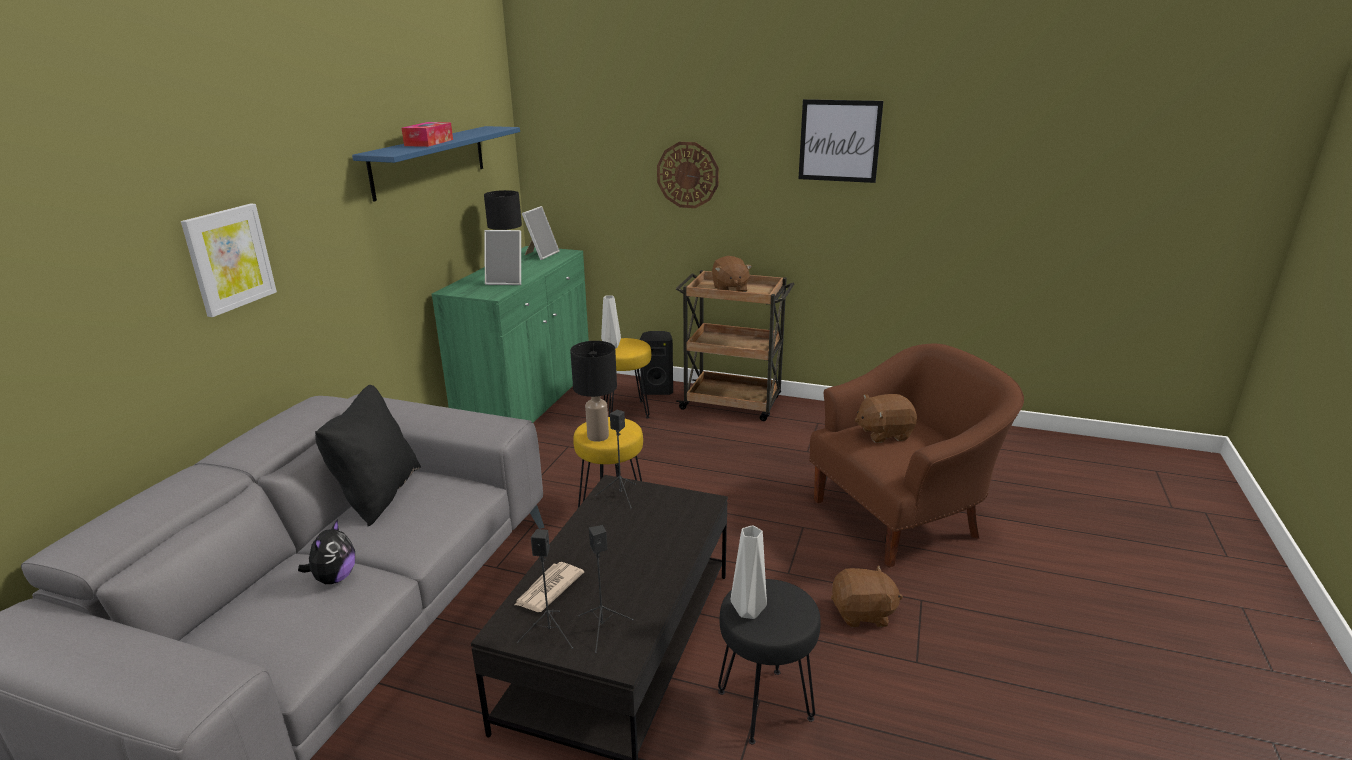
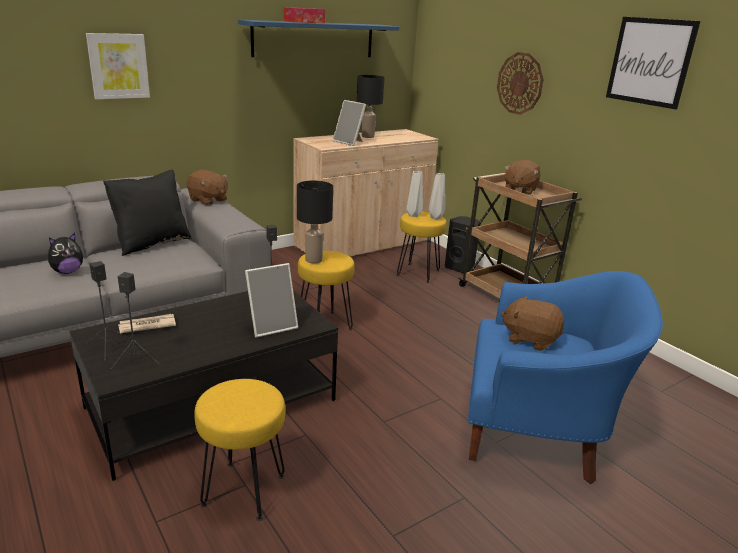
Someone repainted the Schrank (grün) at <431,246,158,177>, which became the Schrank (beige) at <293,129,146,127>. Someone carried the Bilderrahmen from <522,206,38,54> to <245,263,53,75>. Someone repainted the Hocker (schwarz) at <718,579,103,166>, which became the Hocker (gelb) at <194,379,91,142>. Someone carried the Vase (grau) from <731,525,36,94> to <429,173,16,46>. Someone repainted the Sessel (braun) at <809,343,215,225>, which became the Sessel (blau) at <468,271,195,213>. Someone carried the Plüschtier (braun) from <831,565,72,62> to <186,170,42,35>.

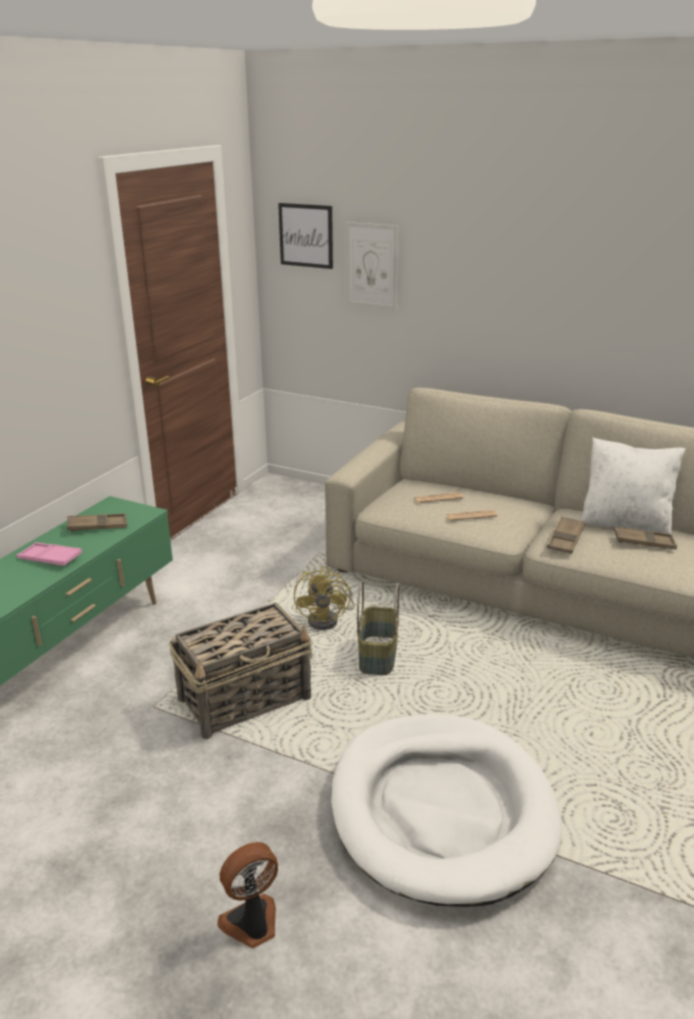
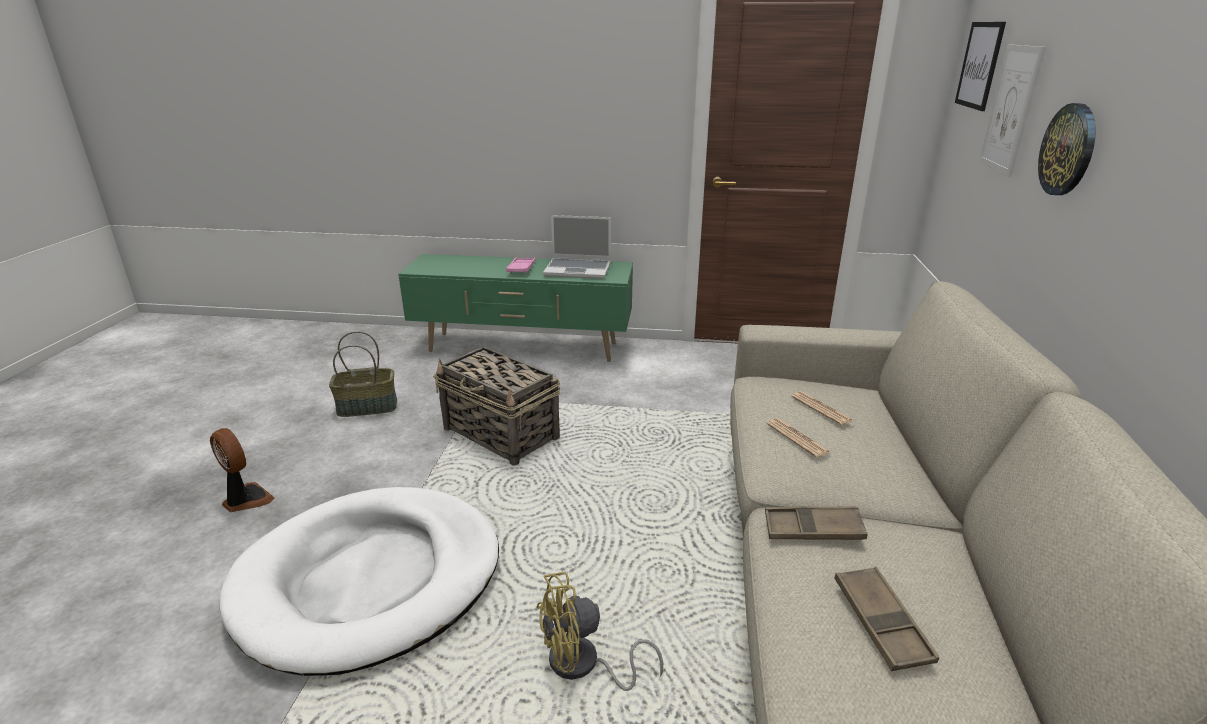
Someone swapped the Tablett (braun) at <67,514,60,18> for the Laptop at <543,215,68,64>. Someone carried the Ventilator (gelb) from <294,567,61,63> to <536,572,127,119>. Someone carried the Korb from <357,581,42,94> to <329,331,68,86>. Someone took away the Kissen (weiß) at <580,437,105,97>. Someone put up the Wanduhr at <1038,103,58,92>.

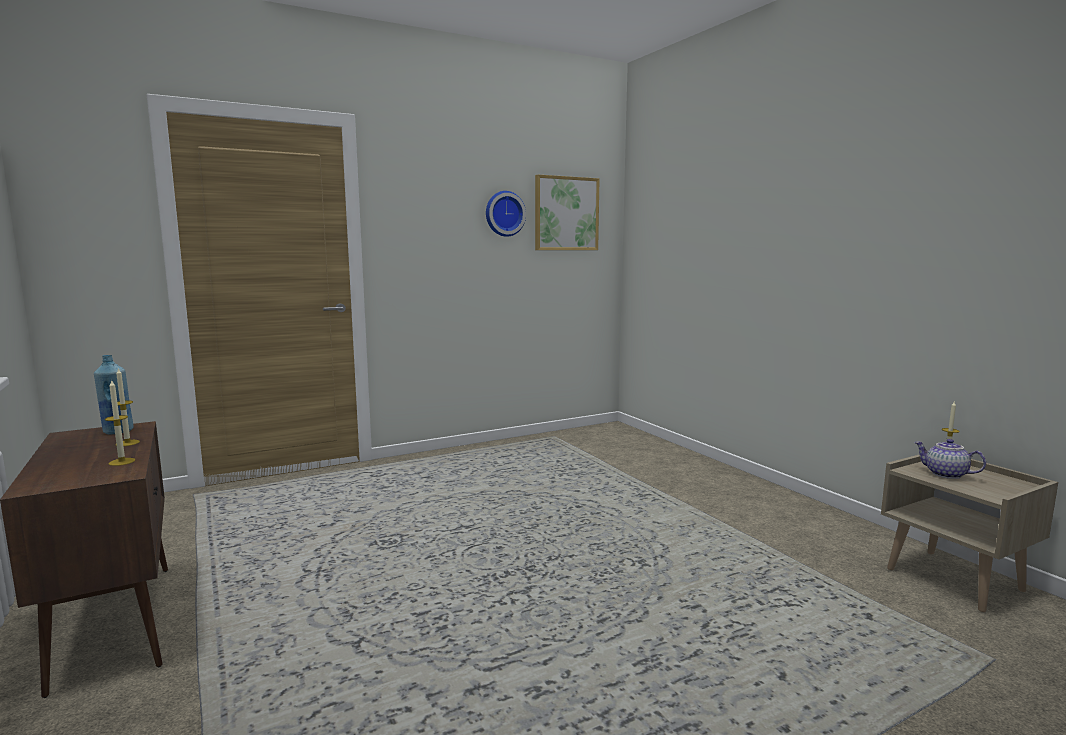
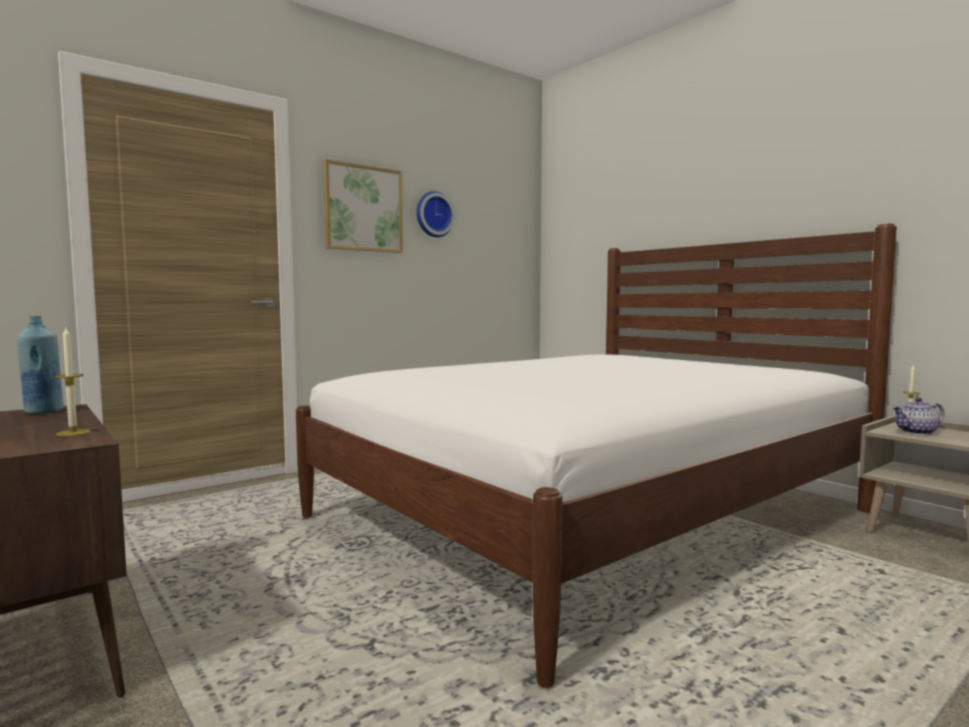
Someone took away the Kerze at <116,368,24,78>. Someone carried the Bild from <535,175,65,75> to <323,159,80,94>. Someone rotated the Teekanne at <914,439,72,40> by 45 degrees counterclockwise. Someone put down the Bett (weiß) at <296,223,601,465>.

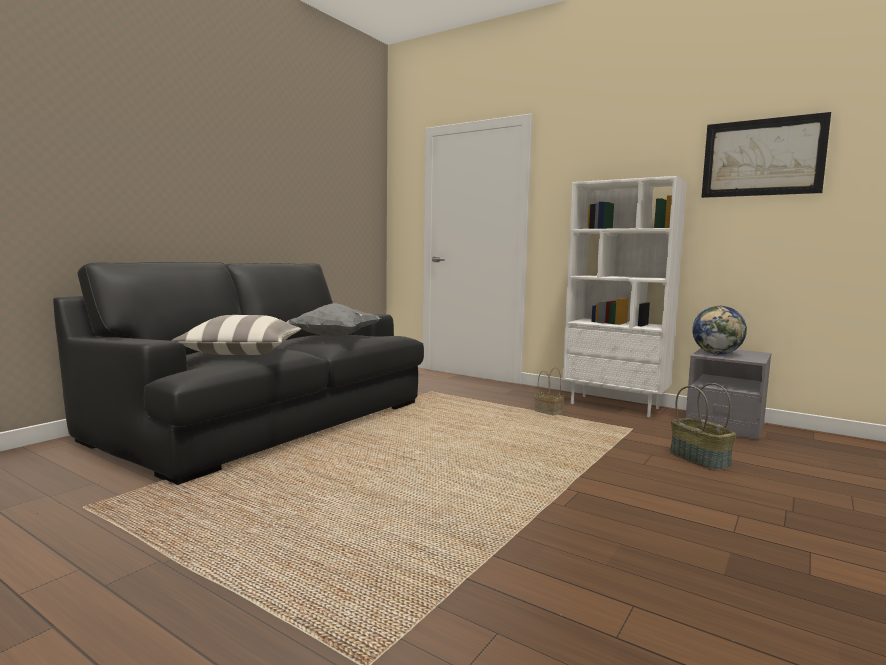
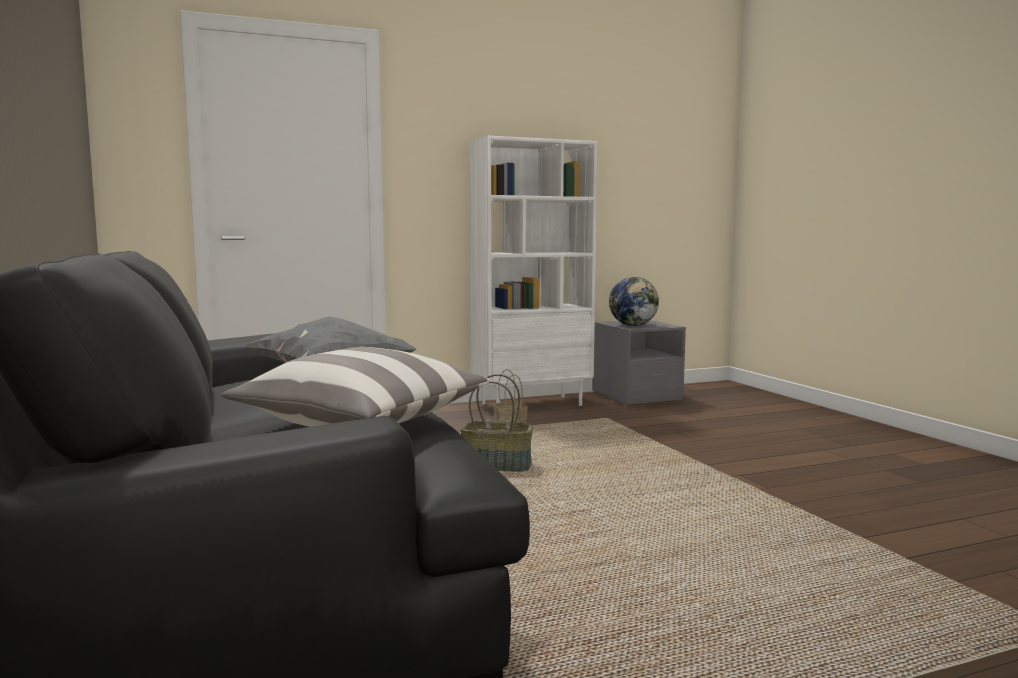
Someone carried the Korb from <670,383,66,88> to <460,374,73,98>. Someone took away the Bild at <702,112,129,86>.

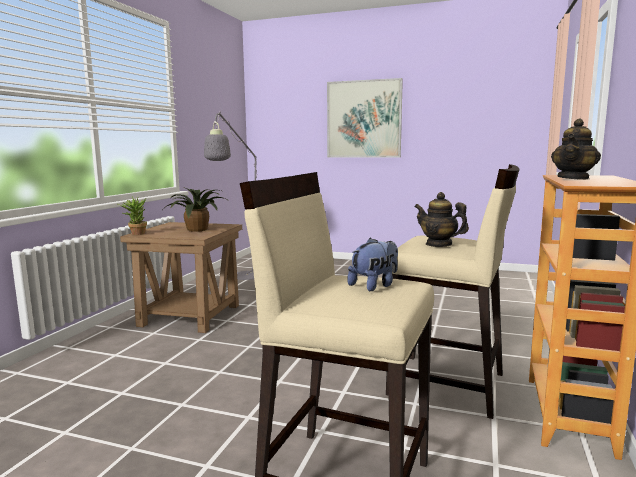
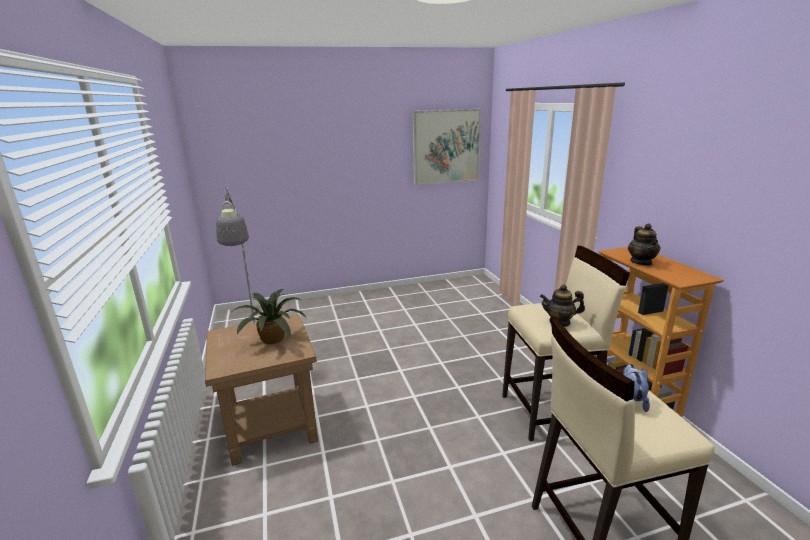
Someone took away the Topfpflanze at <118,196,29,39>. Someone carried the Bild from <327,78,76,79> to <412,109,70,76>.

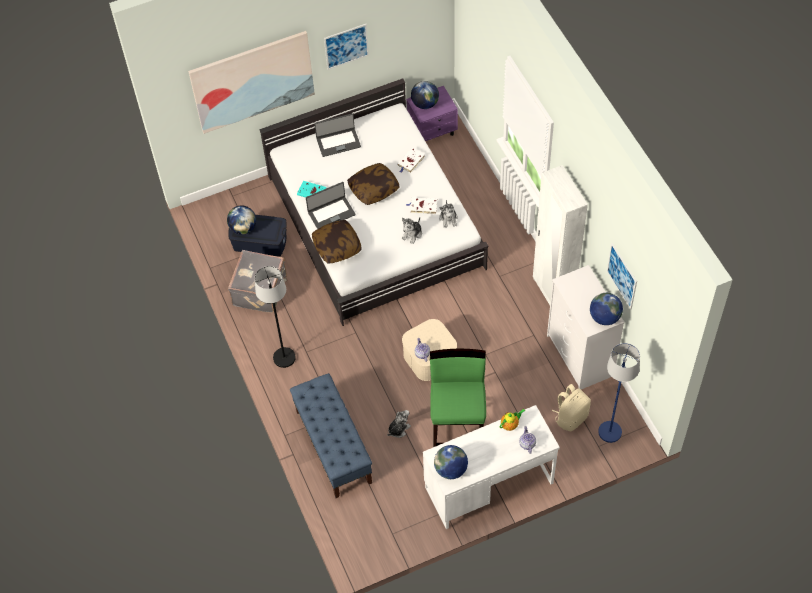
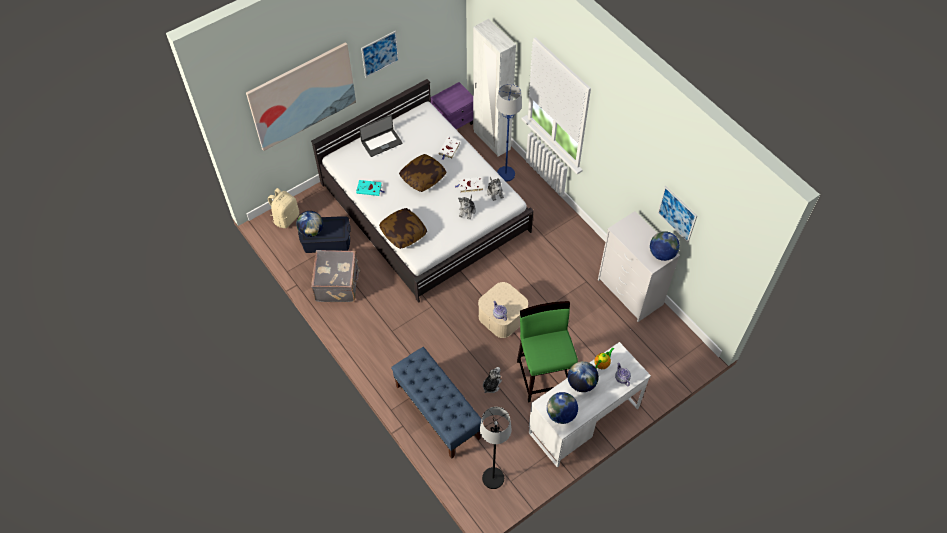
Someone carried the Stehlampe (schwarz) from <255,266,41,102> to <480,407,32,82>. Someone took away the Laptop at <306,182,50,47>. Someone carried the Globus from <411,81,28,28> to <568,361,31,31>. Someone carried the Kleiderschrank (weiß) from <533,165,55,140> to <473,19,43,138>. Someone carried the Rucksack (beige) from <552,384,39,47> to <268,188,31,40>. Someone carried the Stehlampe (blau) from <598,343,42,100> to <496,84,26,98>.

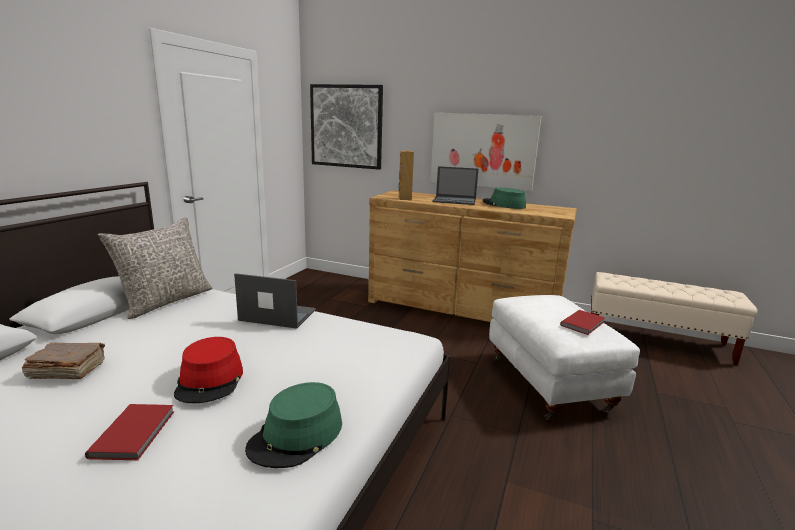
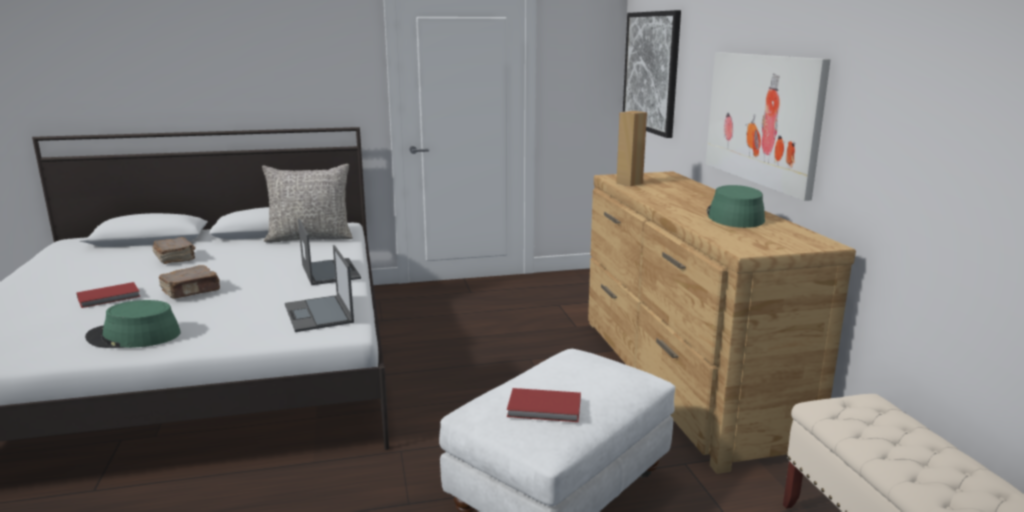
Someone swapped the Hut (rot) at <174,337,69,66> for the Buch (braun) at <159,265,61,34>. Someone carried the Laptop from <433,166,45,39> to <285,245,69,87>.

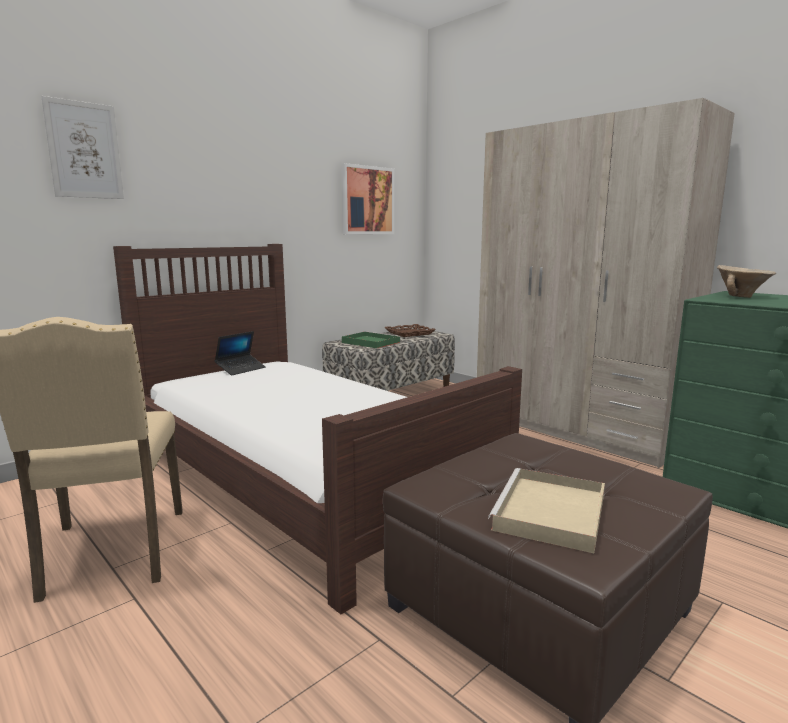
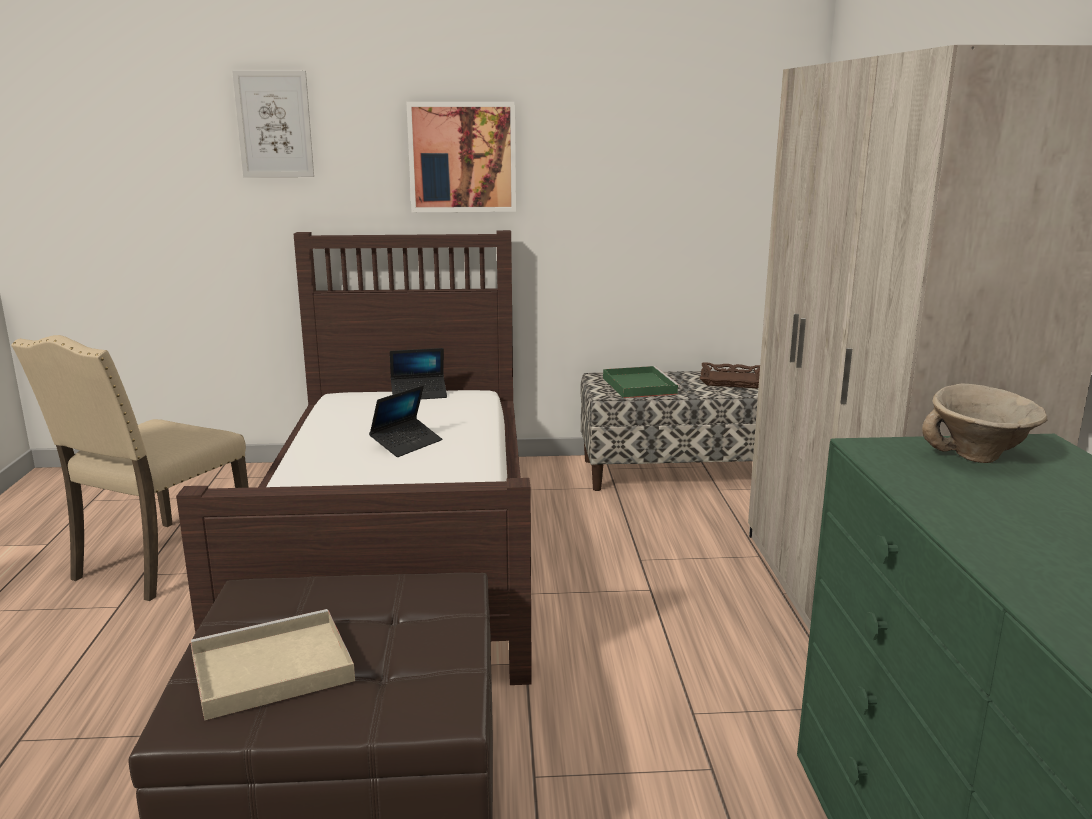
Someone carried the Bild from <341,163,54,71> to <406,102,110,110>. Someone put down the Laptop at <369,385,73,72>.

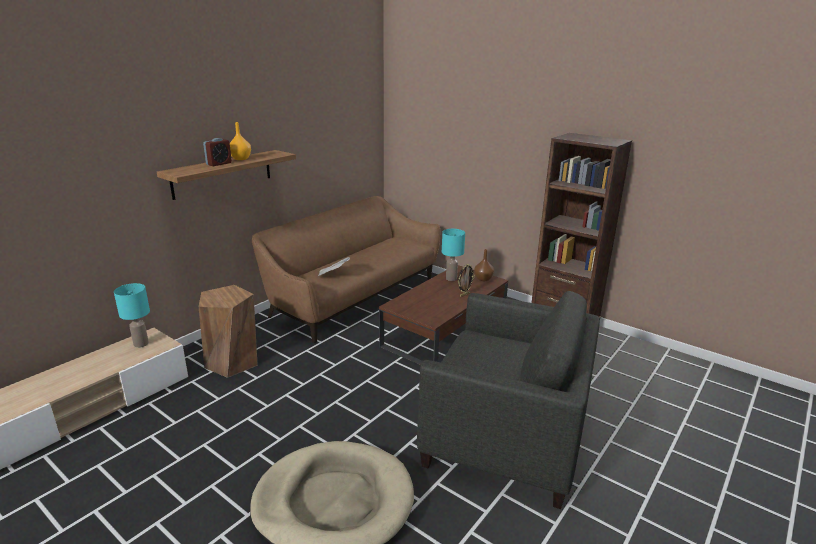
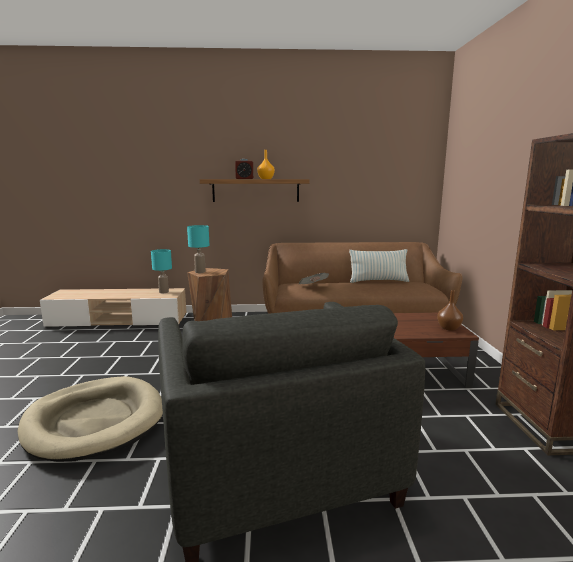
Someone carried the Tischlampe (türkis) from <442,229,23,52> to <187,225,22,48>. Someone took away the Bilderrahmen at <458,264,16,33>. Someone put down the Kissen at <349,249,60,34>.

